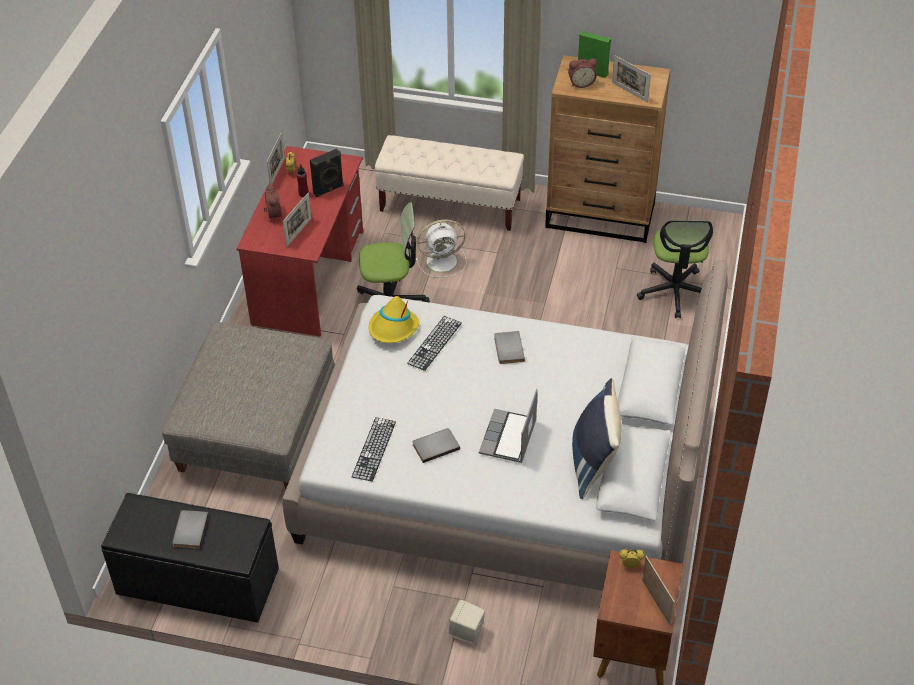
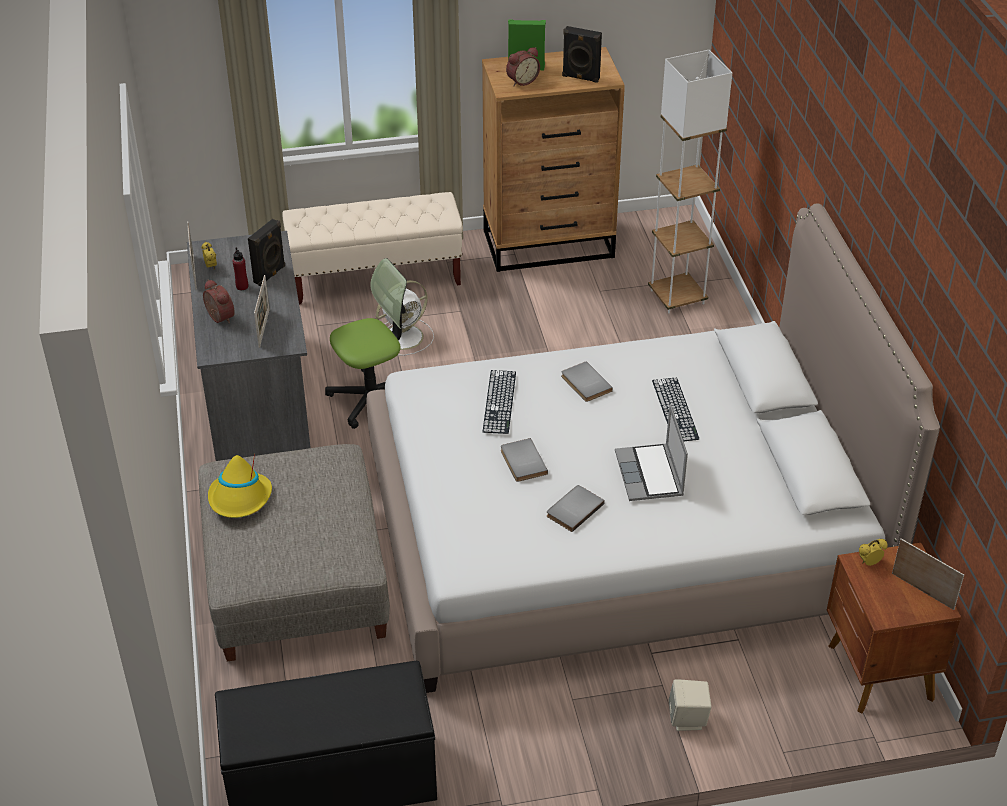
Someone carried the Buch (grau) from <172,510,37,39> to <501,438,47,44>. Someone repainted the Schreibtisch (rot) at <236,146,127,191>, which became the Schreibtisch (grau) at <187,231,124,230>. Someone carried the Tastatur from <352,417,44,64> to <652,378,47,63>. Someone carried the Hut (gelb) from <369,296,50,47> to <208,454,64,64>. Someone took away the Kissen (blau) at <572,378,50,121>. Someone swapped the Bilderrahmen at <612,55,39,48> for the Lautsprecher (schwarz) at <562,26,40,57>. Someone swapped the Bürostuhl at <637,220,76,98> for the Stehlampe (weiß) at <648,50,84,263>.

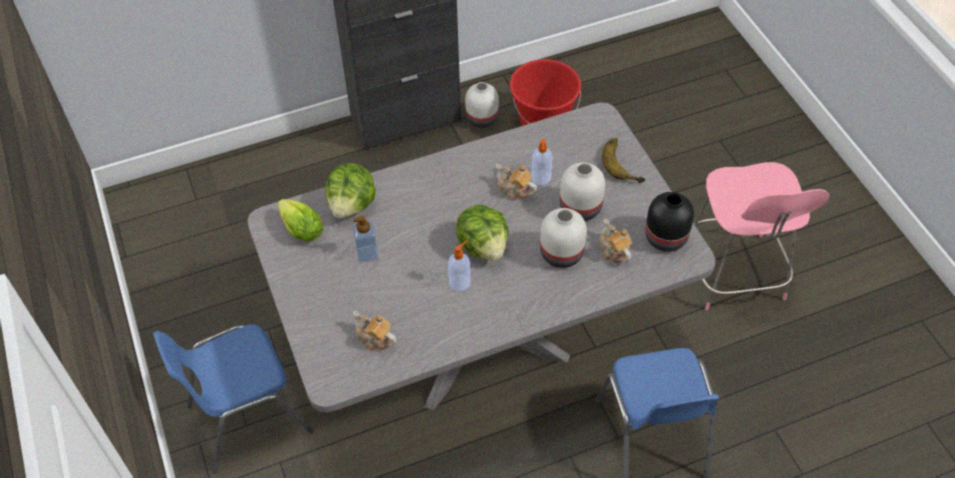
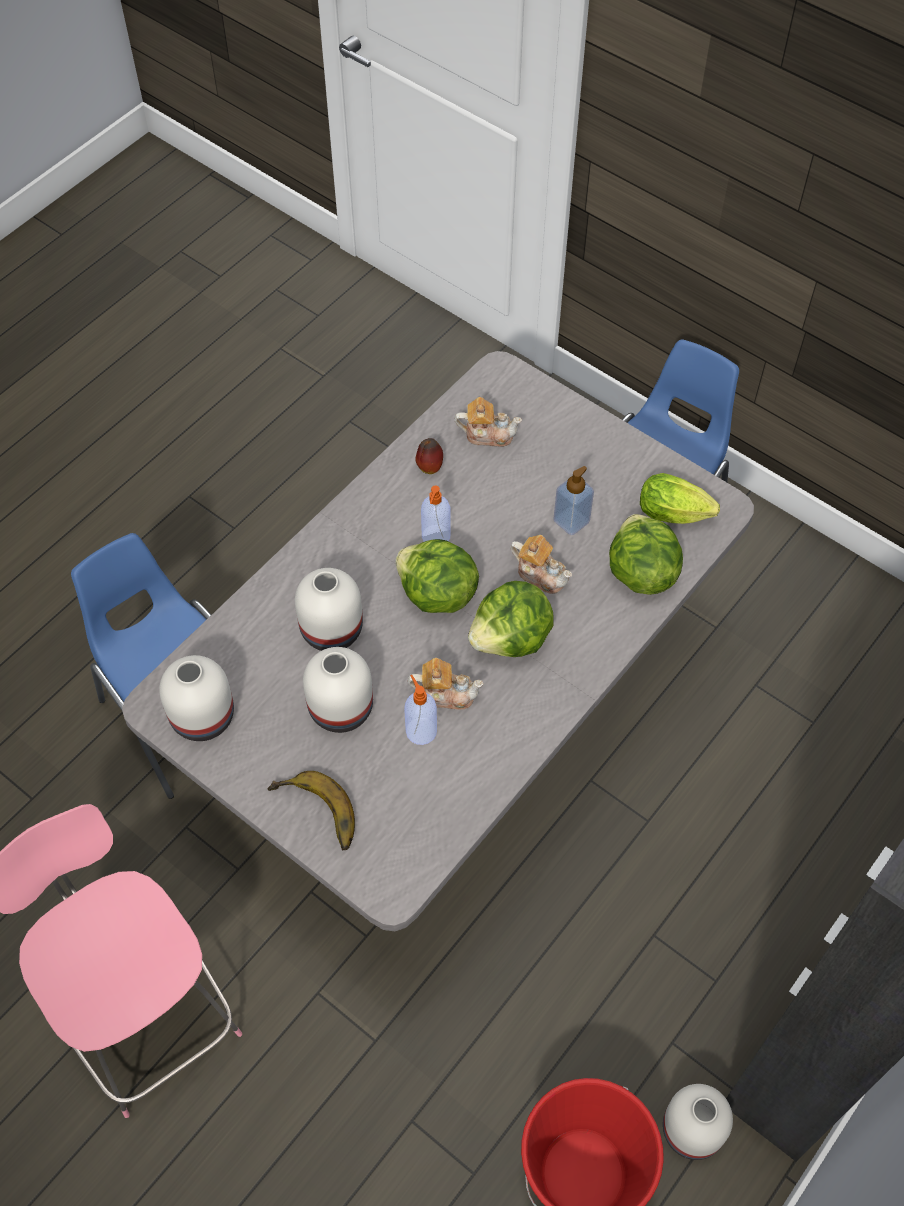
Someone carried the Teekanne from <599,219,33,44> to <510,535,62,59>. Someone repainted the Vase (schwarz) at <645,192,49,60>, which became the Vase (weiß) at <159,655,75,86>. Someone put down the Apfel at <415,438,28,36>. Someone put down the Salatkopf at <468,581,85,76>.

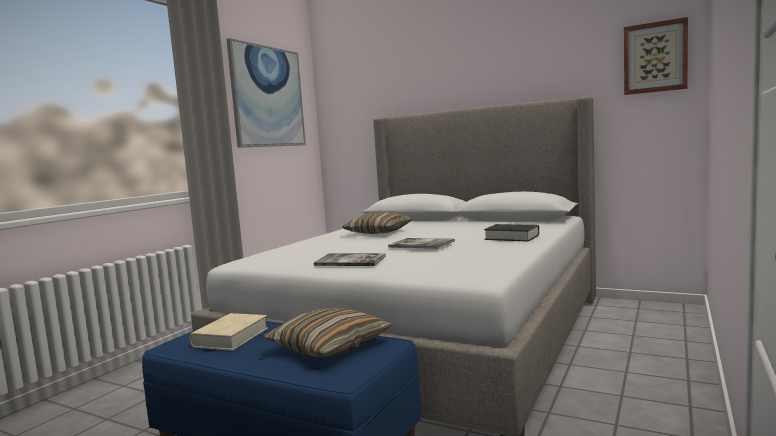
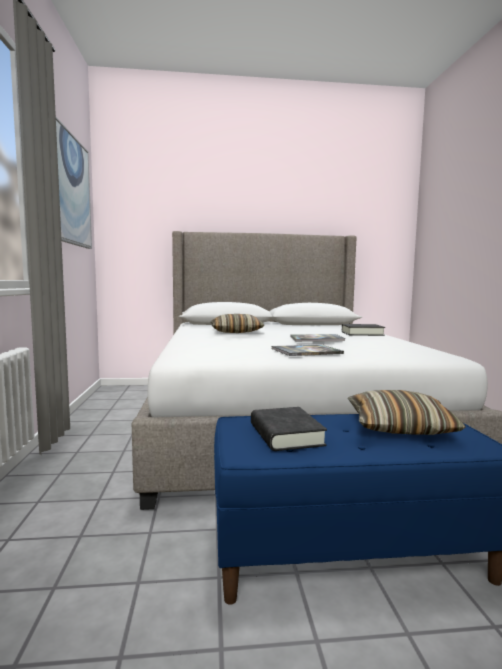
Someone repainted the Buch (beige) at <189,313,79,38>, which became the Buch (schwarz) at <251,407,76,44>. Someone took away the Bild at <624,17,64,78>.

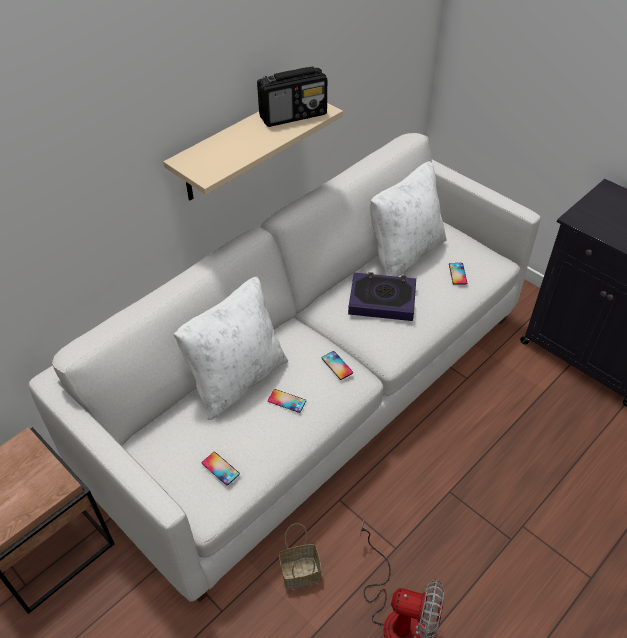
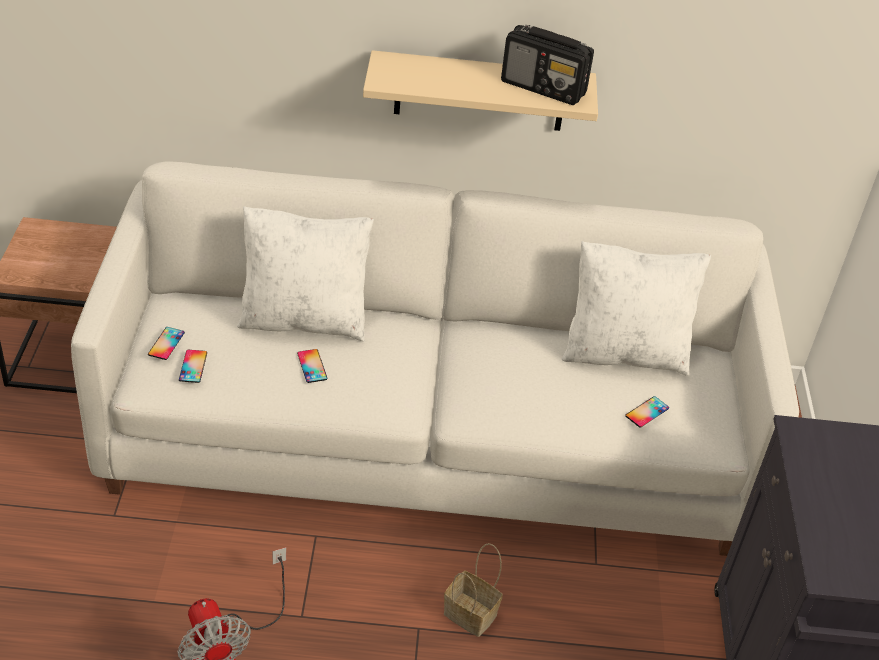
Someone carried the Korb from <279,523,43,66> to <444,543,59,94>. Someone carried the Handy from <321,351,32,29> to <148,327,37,33>. Someone took away the Buch at <348,272,68,49>.

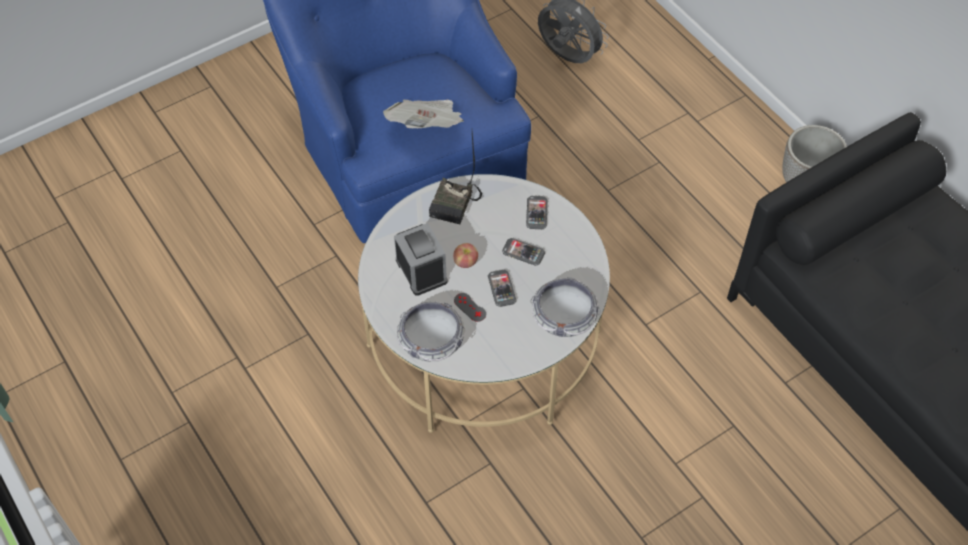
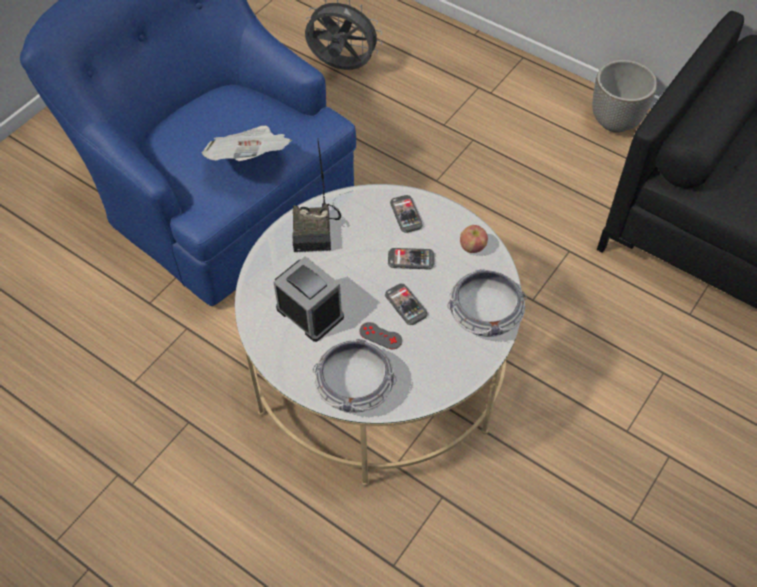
Someone carried the Apfel from <453,243,25,25> to <460,225,28,28>.

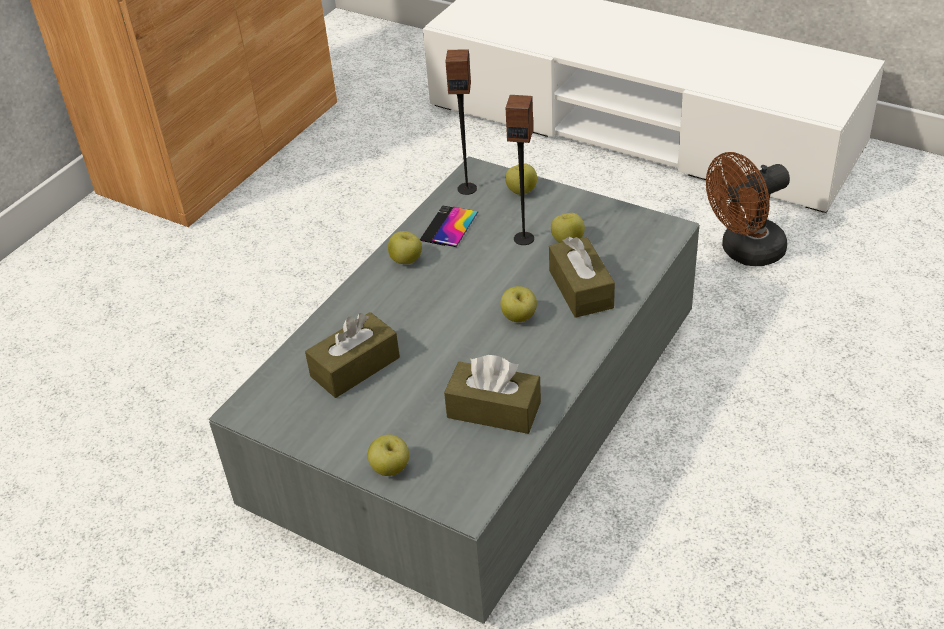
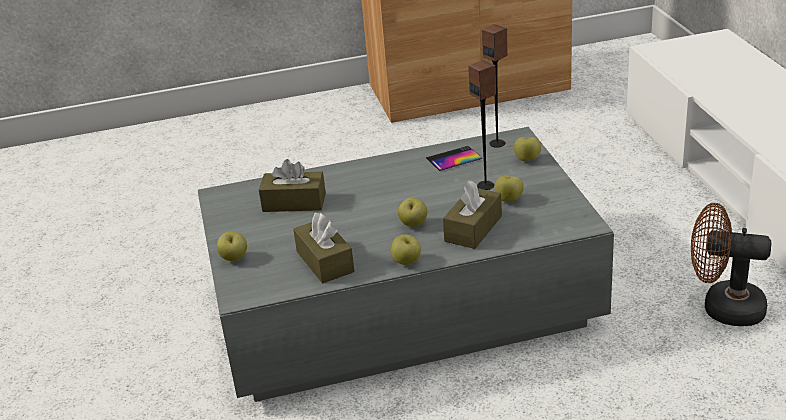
Someone carried the Apfel from <388,231,34,33> to <390,235,31,30>.

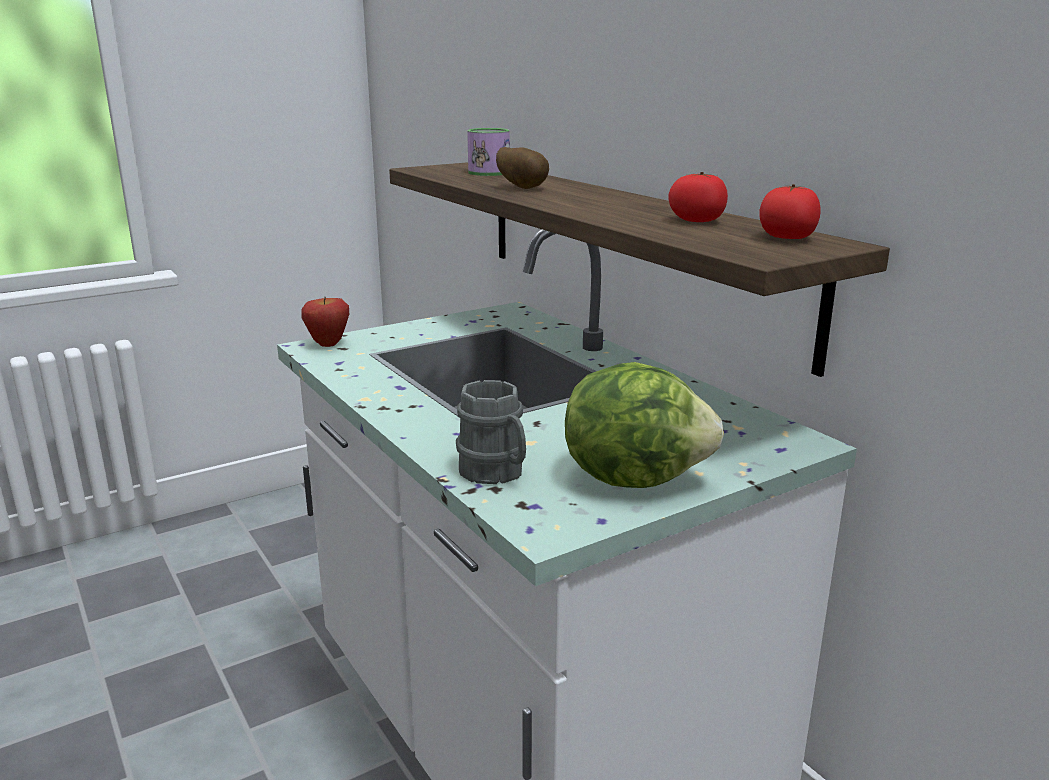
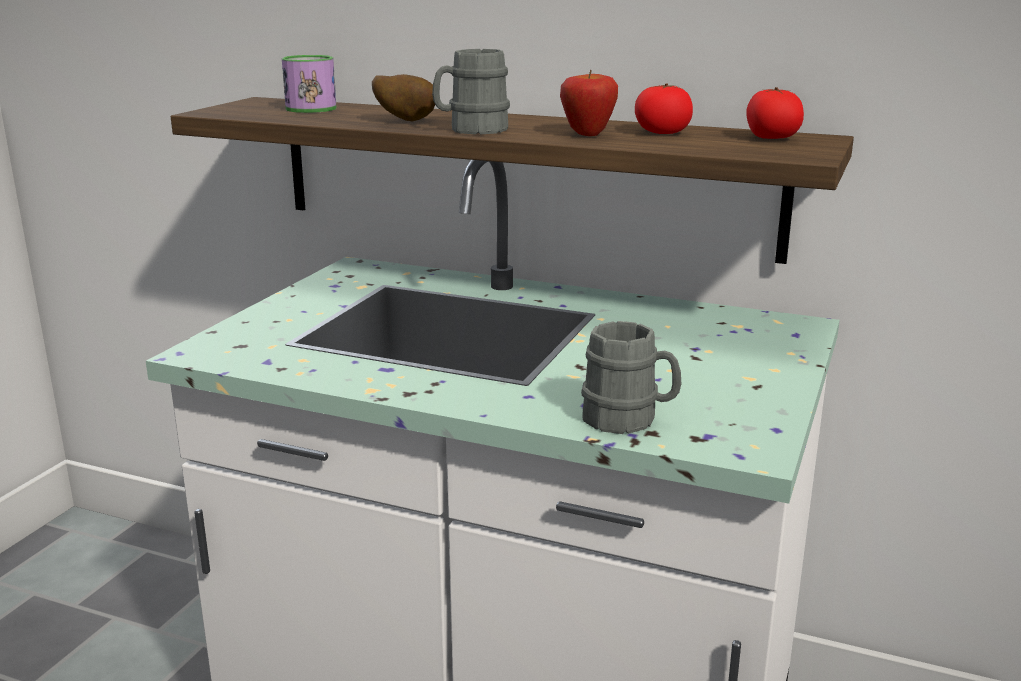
Someone carried the Apfel from <302,297,47,50> to <560,70,58,66>. Someone took away the Salatkopf at <565,362,159,126>. Someone put down the Henkelbecher (grau) at <432,49,78,85>.

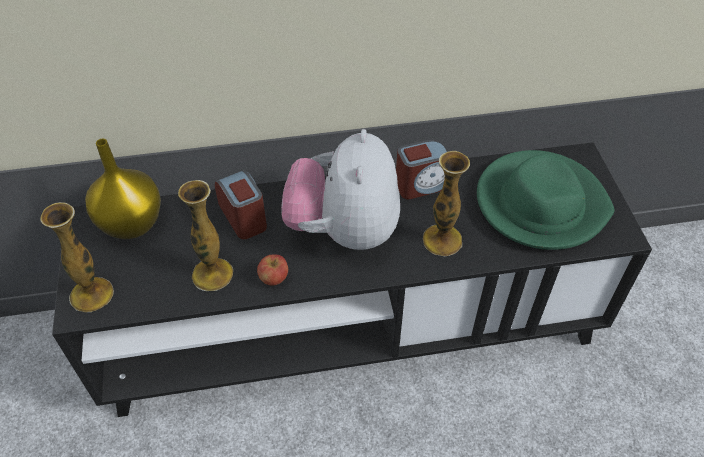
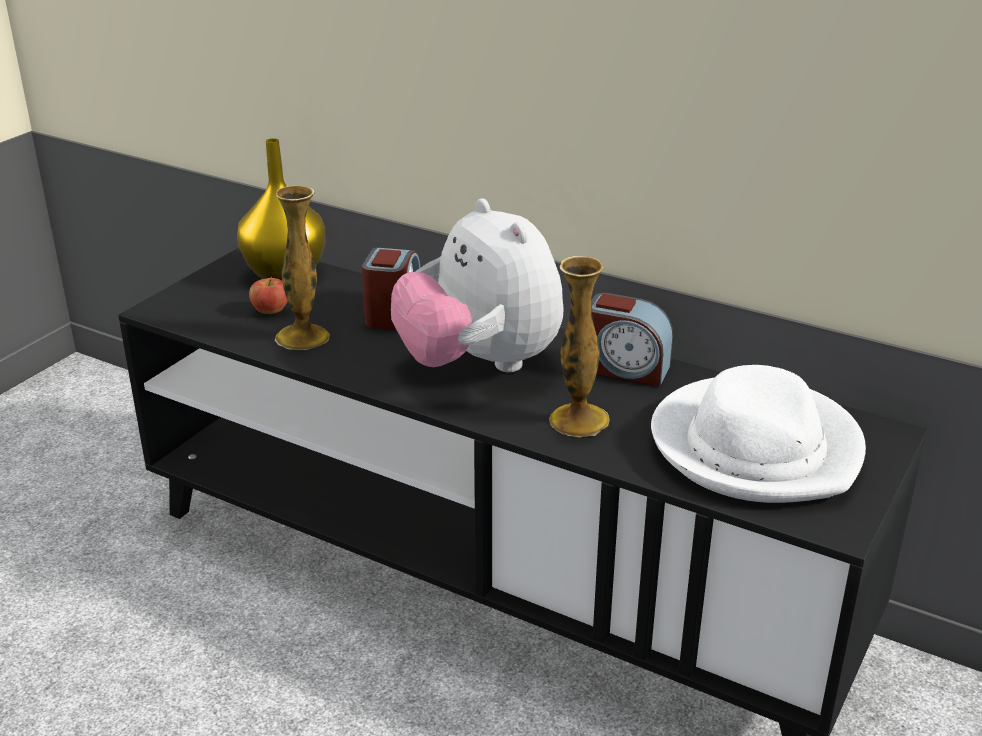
Someone took away the Vase at <40,202,74,110>. Someone carried the Apfel from <257,255,31,31> to <249,277,39,37>. Someone rotated the Plüschtier at <281,129,119,121> by 75 degrees counterclockwise. Someone repainted the Hut (grün) at <477,150,137,100>, which became the Hut (weiß) at <651,365,215,138>.

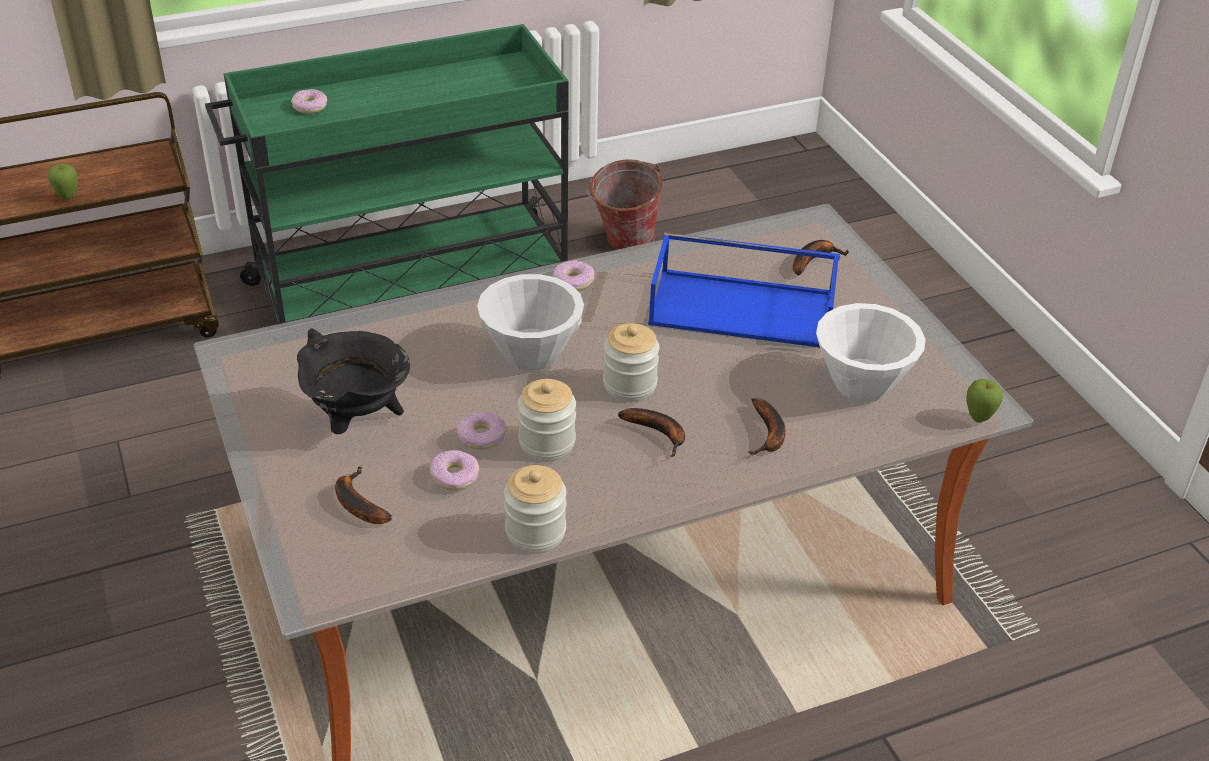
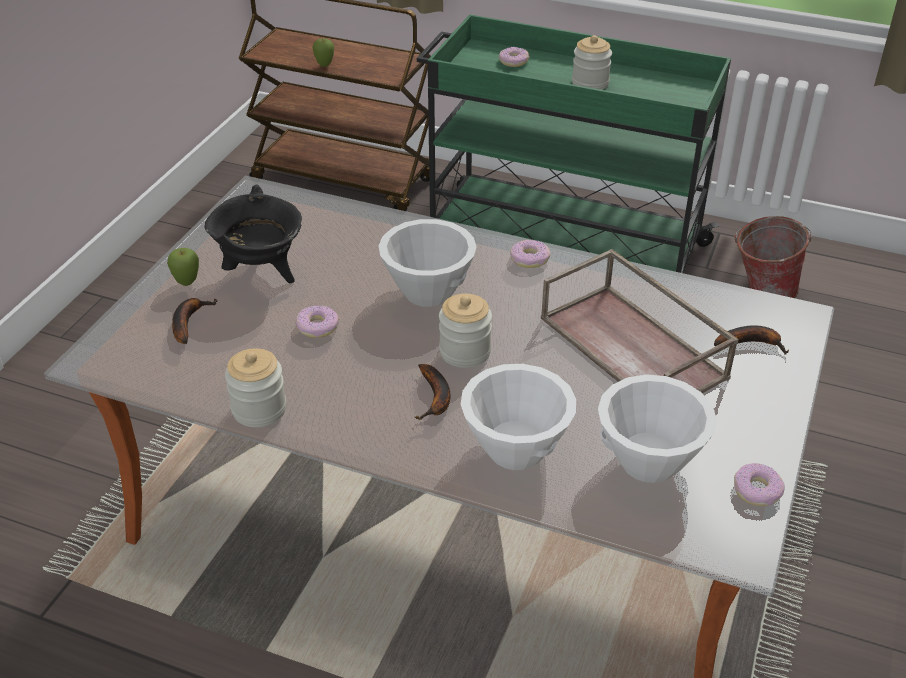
Someone carried the Donut from <430,450,49,40> to <734,463,51,43>. Someone carried the Vorratsglas from <518,379,58,81> to <572,35,40,55>. Someone repainted the Tablett (blau) at <648,233,192,115>, which became the Tablett (braun) at <541,249,198,144>. Someone swapped the Banane at <748,398,37,57> for the Schüssel (weiß) at <461,364,115,106>. Someone carried the Apfel from <966,379,37,44> to <167,248,32,38>.

